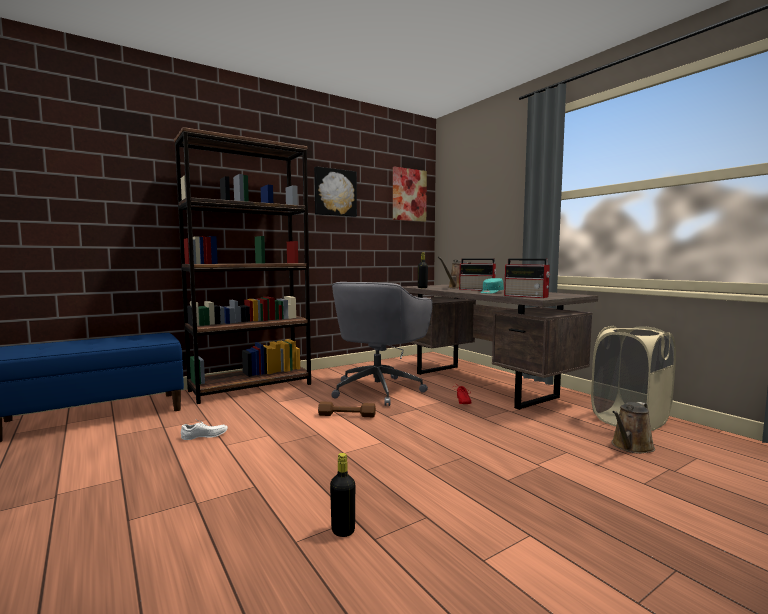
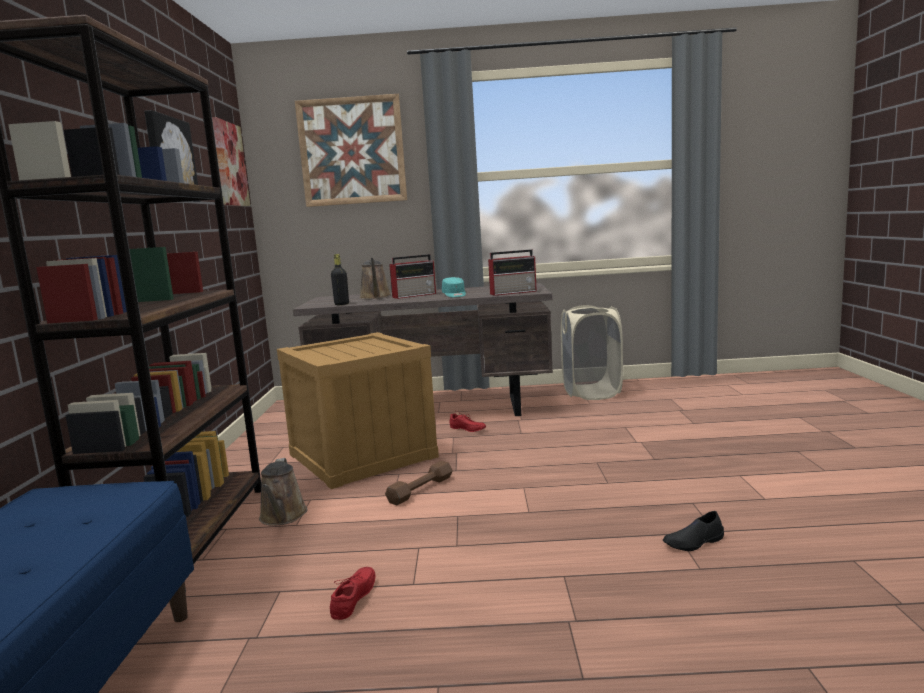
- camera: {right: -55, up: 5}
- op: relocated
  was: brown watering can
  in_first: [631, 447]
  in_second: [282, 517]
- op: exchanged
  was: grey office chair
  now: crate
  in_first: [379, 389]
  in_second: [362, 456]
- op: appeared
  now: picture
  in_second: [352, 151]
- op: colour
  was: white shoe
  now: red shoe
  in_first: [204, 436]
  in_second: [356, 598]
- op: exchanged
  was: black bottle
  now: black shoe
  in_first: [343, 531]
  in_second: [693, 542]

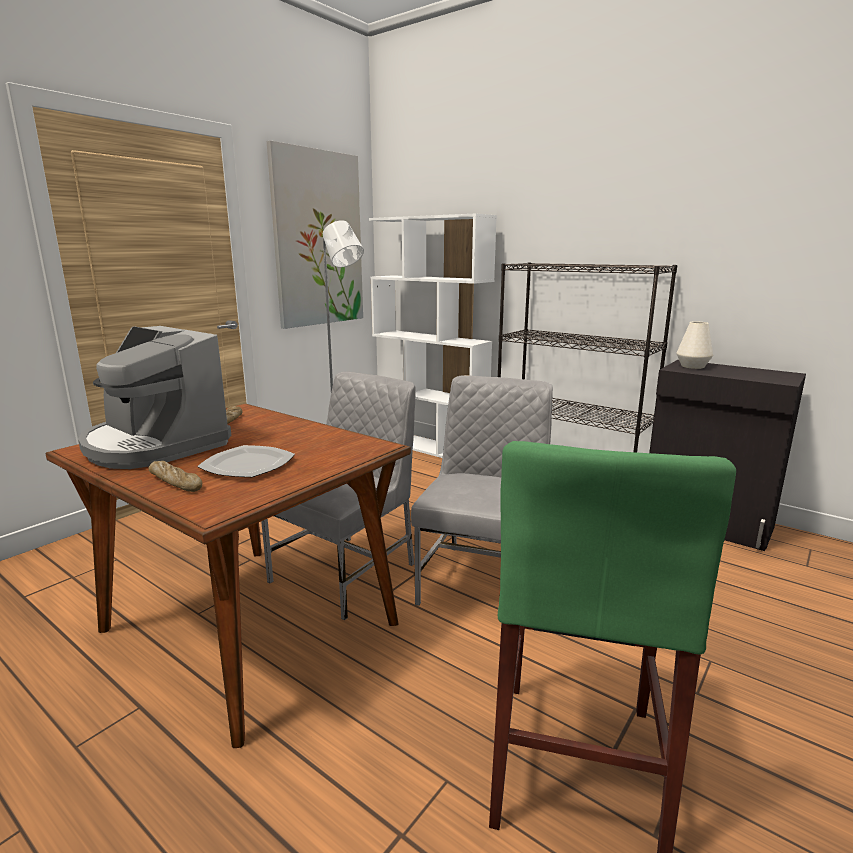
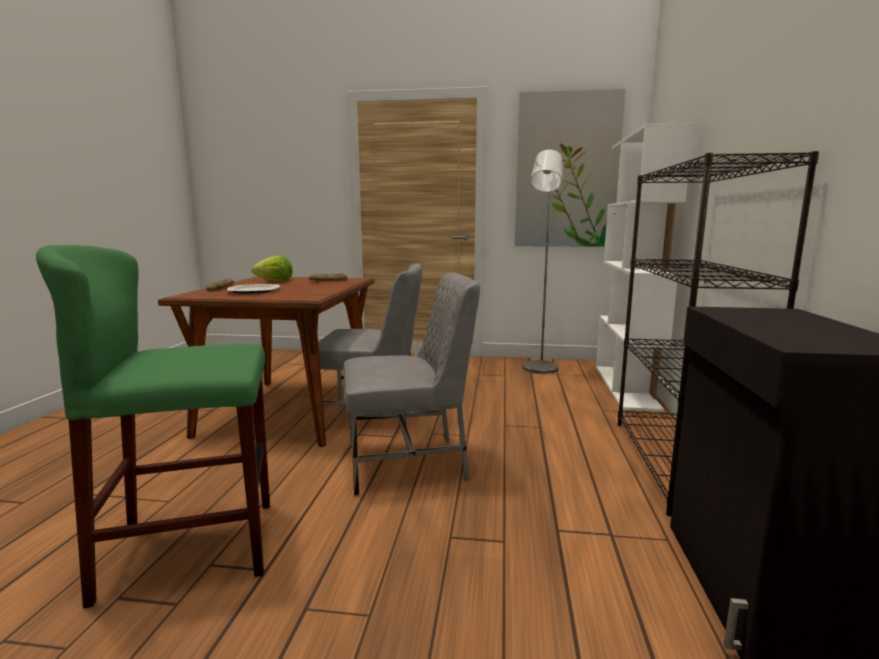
- camera: {right: 60, up: -5}
- op: exchanged
  was: coffee machine
  now: lettuce
  in_first: [154, 445]
  in_second: [274, 281]
- op: missing
  was: white vase
  in_first: [692, 366]

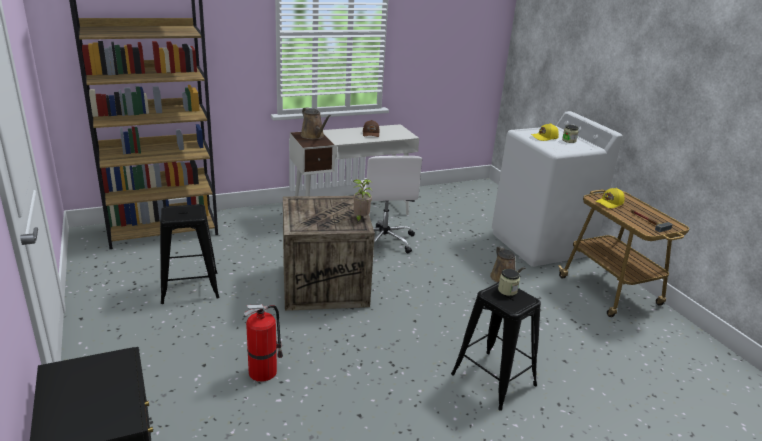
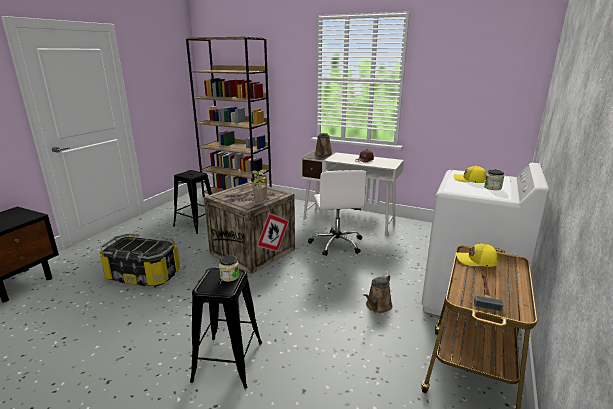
- camera: {right: 50, up: -5}
- op: exchanged
  was: fire extinguisher
  now: storage box
  in_first: [264, 371]
  in_second: [144, 275]
- op: spun
  was: white office chair
  in_first: [383, 241]
  in_second: [336, 244]
  clockwise: -45

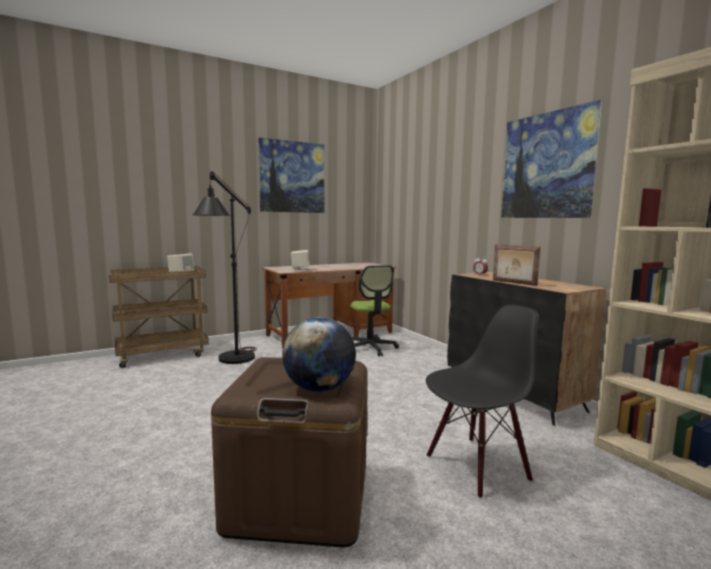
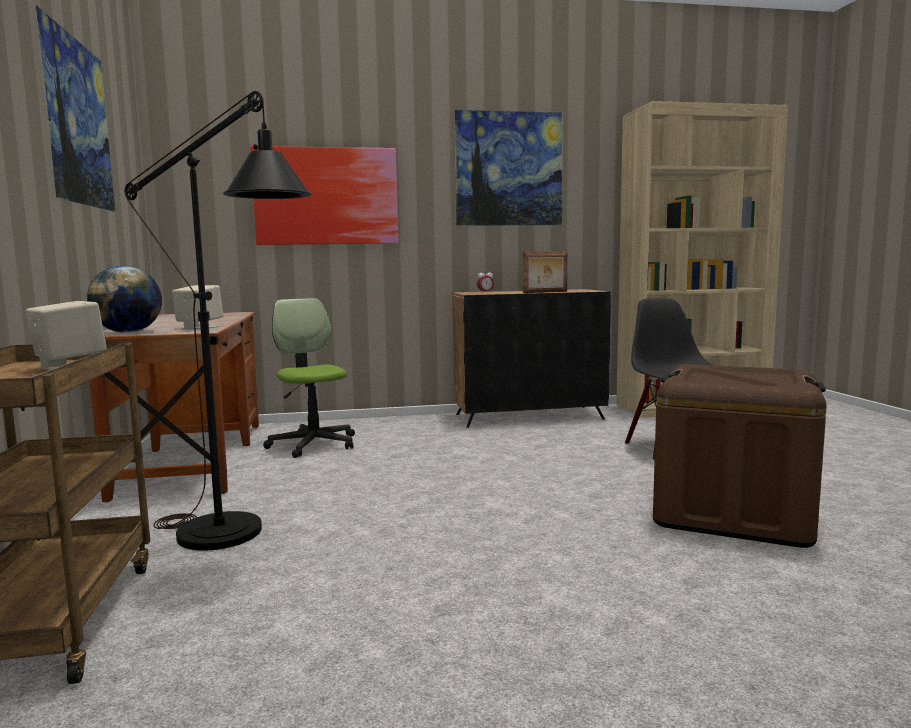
- camera: {right: -70, up: 0}
- op: relocated
  was: globe
  in_first: [319, 389]
  in_second: [128, 332]
- op: appeared
  now: picture
  in_second: [326, 196]
- op: spun
  was: office chair
  in_first: [370, 348]
  in_second: [313, 444]
  clockwise: -120

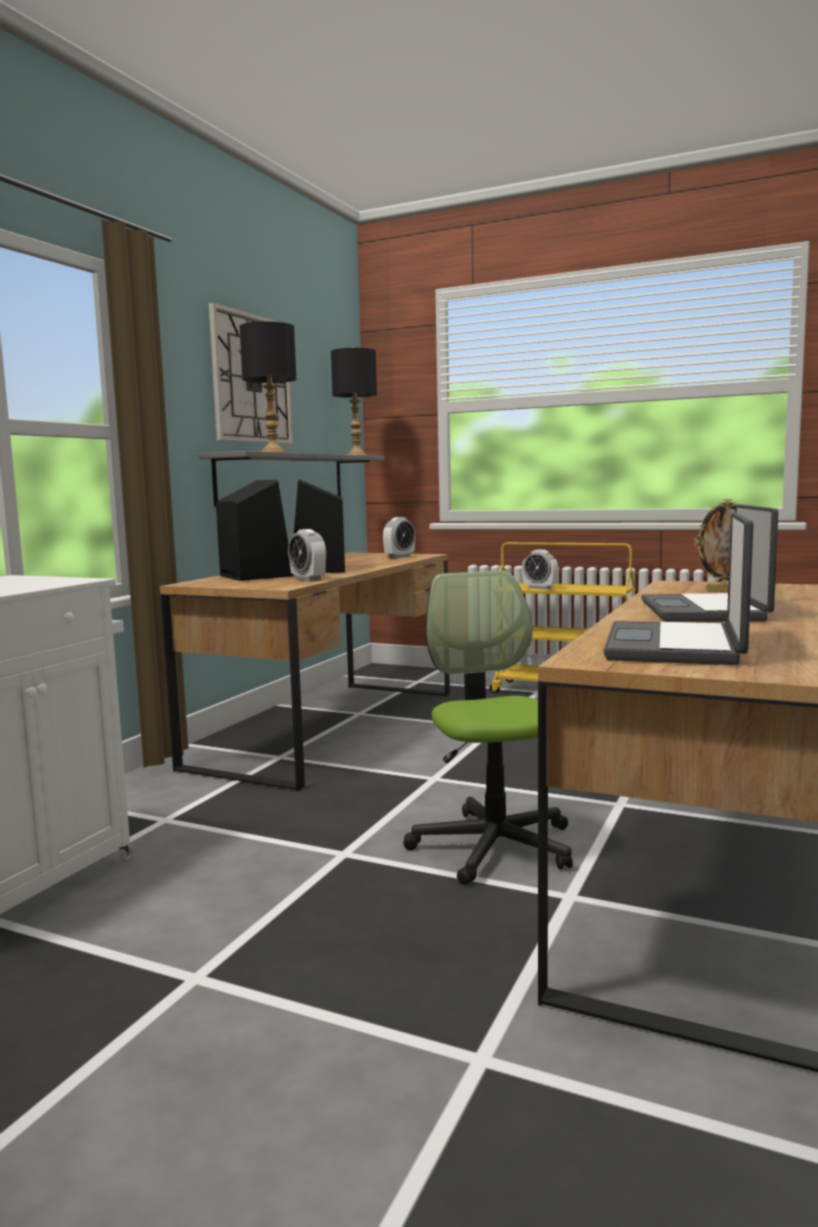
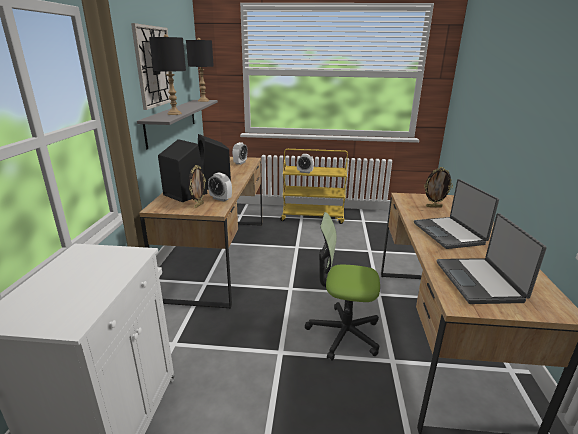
- camera: {right: -20, up: 15}
- op: appeared
  now: picture frame
  in_second: [198, 205]
- op: spun
  was: office chair
  in_first: [493, 846]
  in_second: [343, 333]
  clockwise: -45

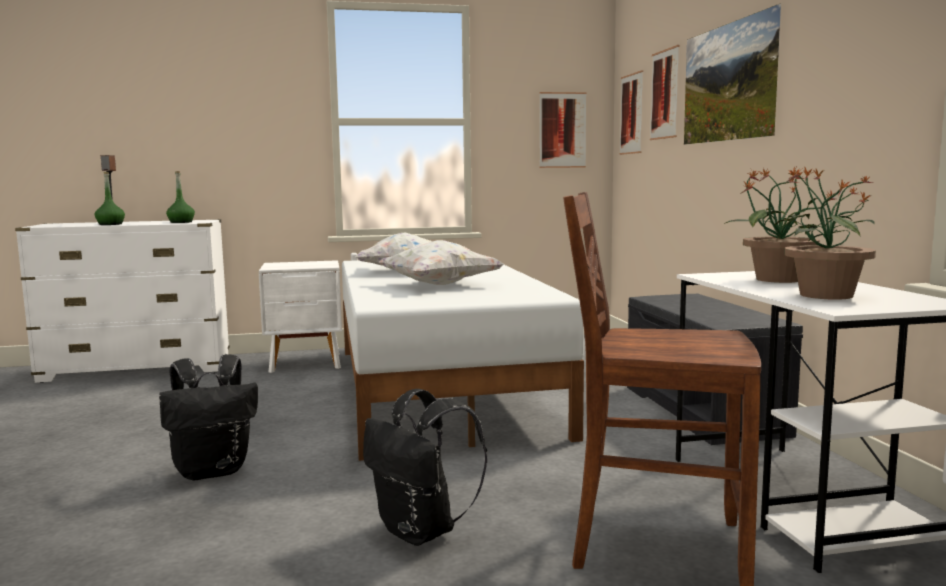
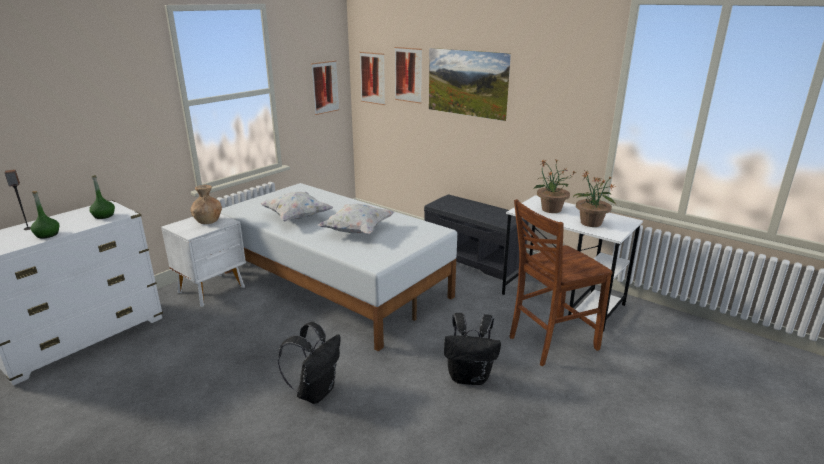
- camera: {right: -40, up: 15}
- op: appeared
  now: brown vase
  in_second: [208, 221]

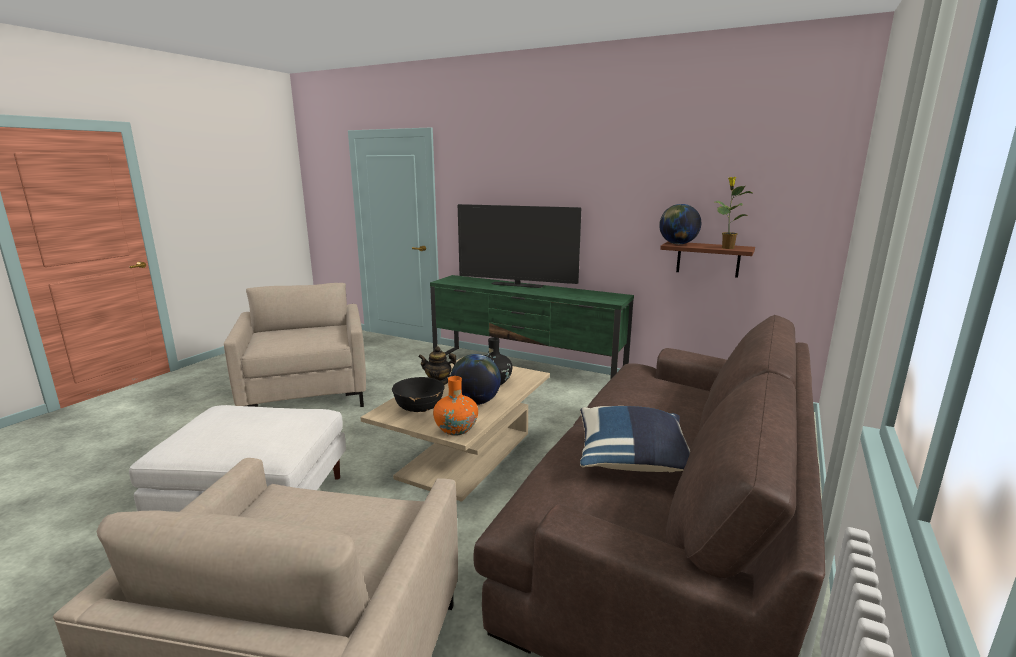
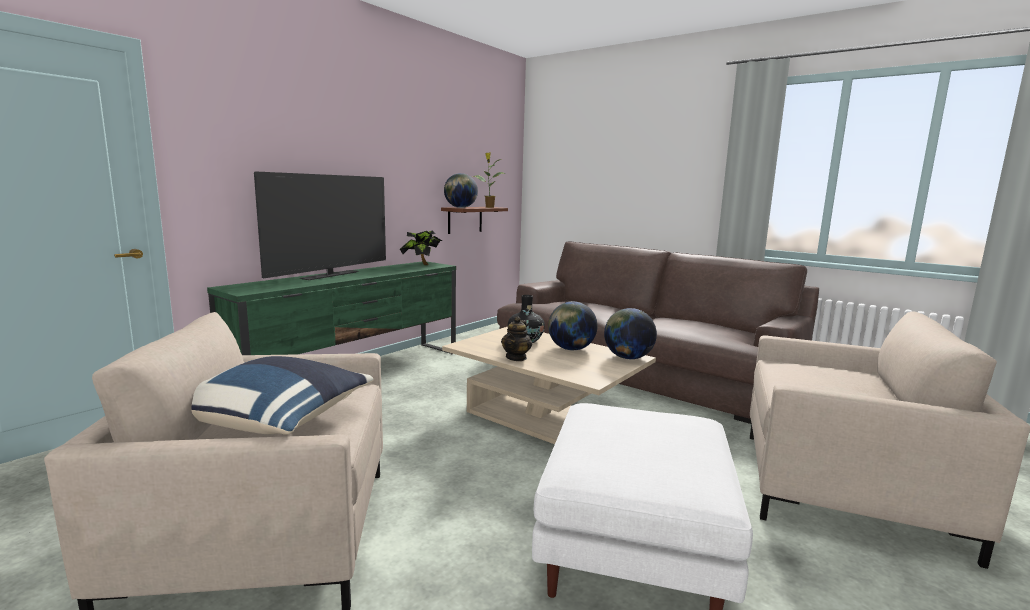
- camera: {right: -80, up: -5}
- op: relocated
  was: blue pillow
  in_first: [633, 459]
  in_second: [279, 420]
- op: appeared
  now: potted plant
  in_second: [422, 265]
- op: exchanged
  was: orange vase
  now: globe
  in_first: [456, 429]
  in_second: [627, 358]
- op: missing
  was: black bowl
  in_first: [419, 408]

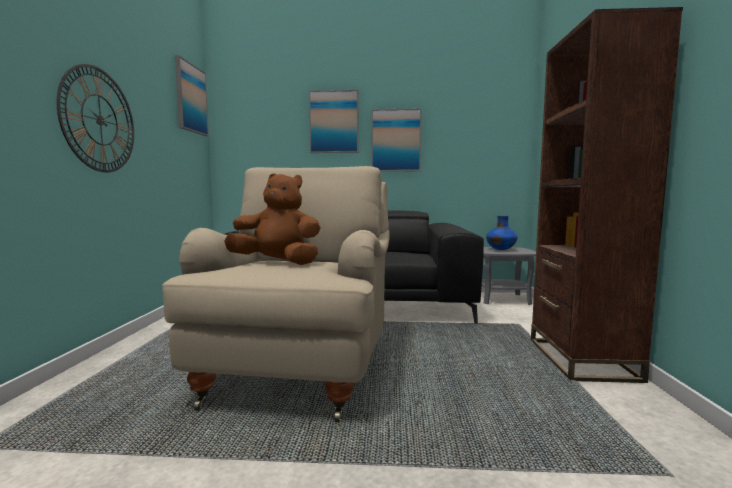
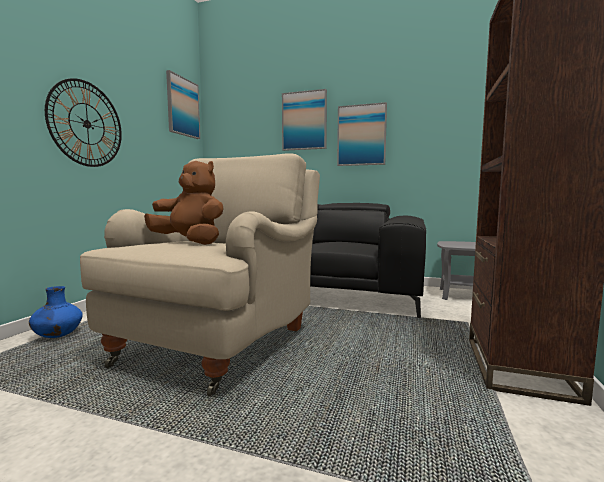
- camera: {right: 15, up: 0}
- op: relocated
  was: blue vase
  in_first: [501, 249]
  in_second: [57, 336]

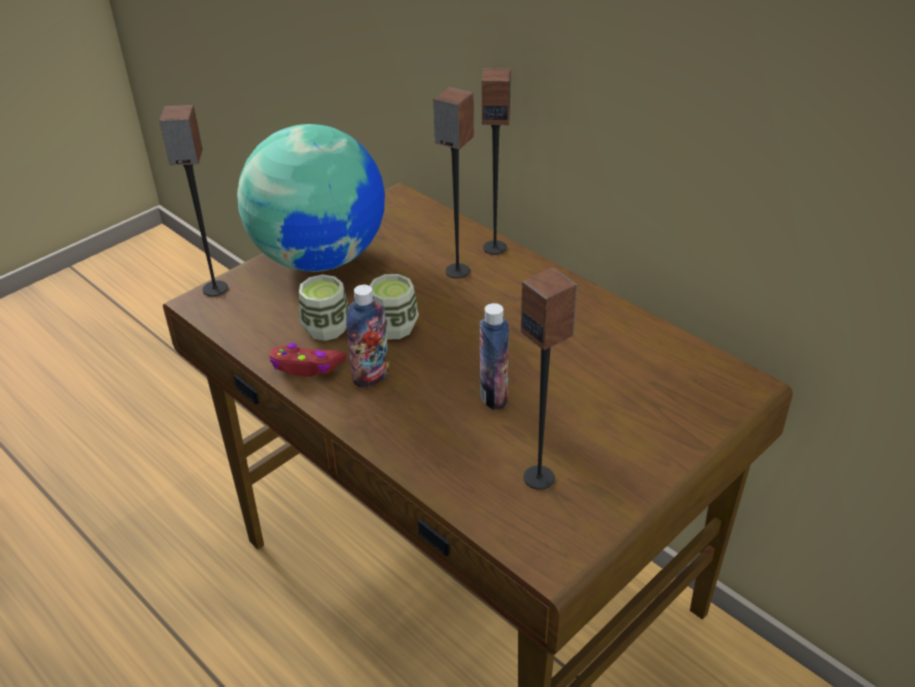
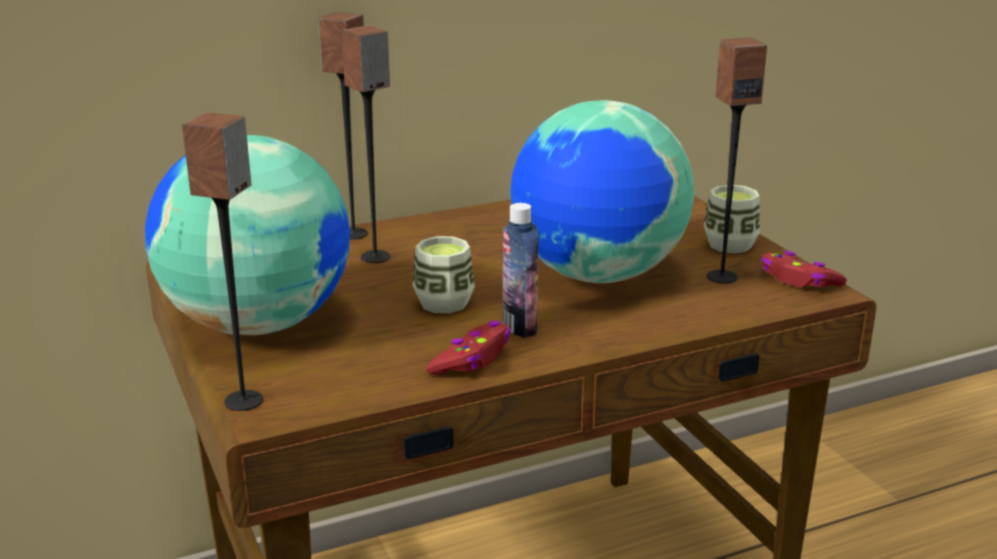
- camera: {right: -70, up: -15}
- op: exchanged
  was: bottle
  now: globe
  in_first: [493, 396]
  in_second: [597, 275]
- op: relocated
  was: cup
  in_first: [326, 328]
  in_second: [729, 245]
- op: appeared
  now: red game controller
  in_second: [799, 281]

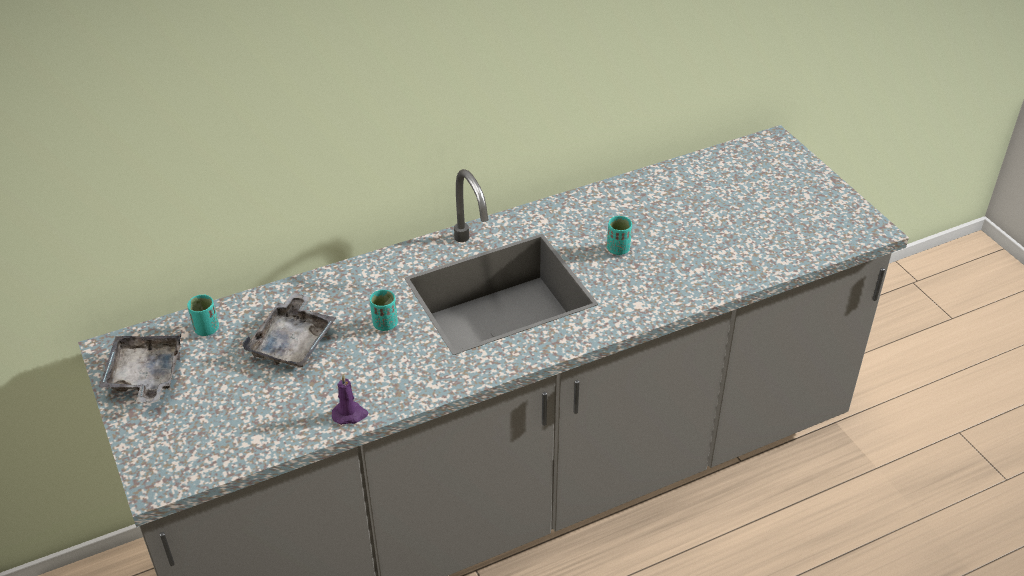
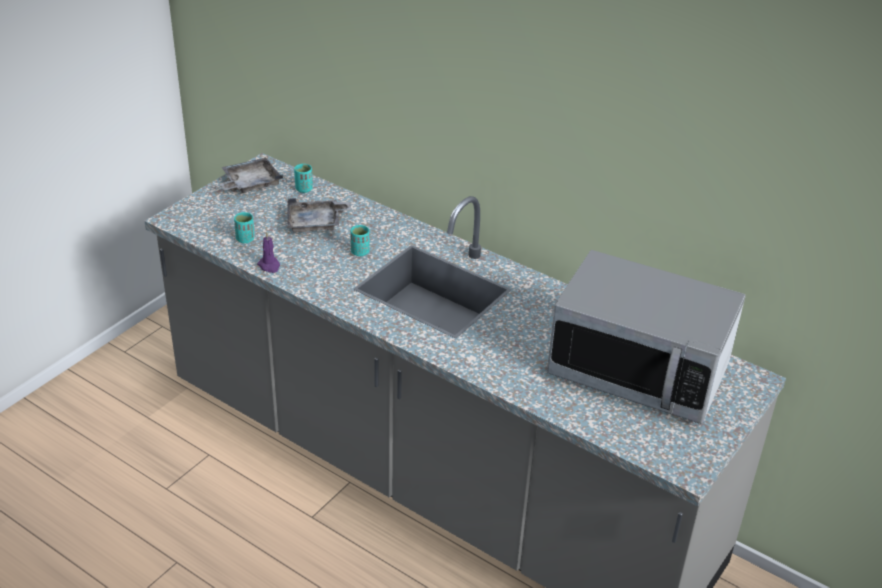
- camera: {right: 60, up: -5}
- op: relocated
  was: turquoise cup
  in_first: [618, 249]
  in_second: [245, 239]
- op: appeared
  now: microwave
  in_second: [638, 371]

